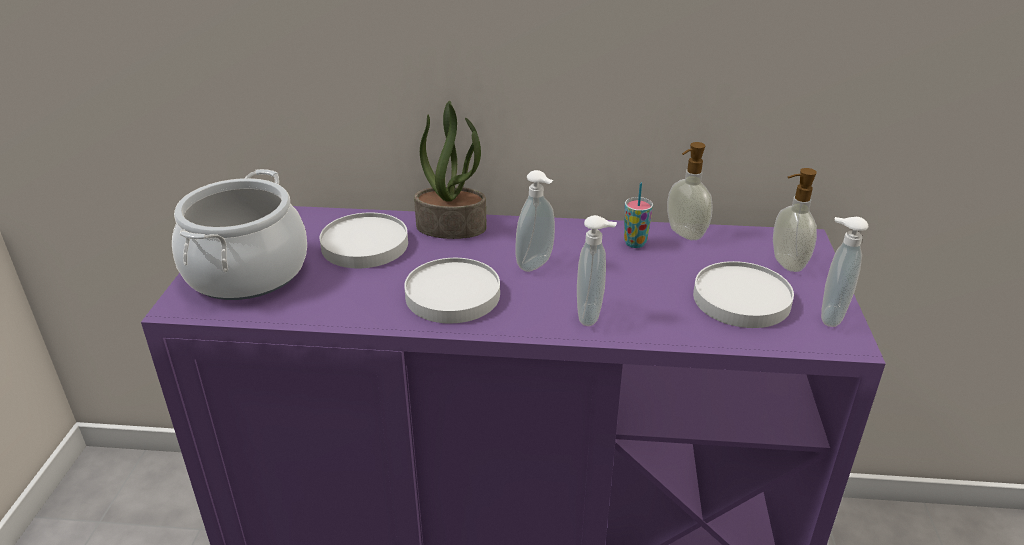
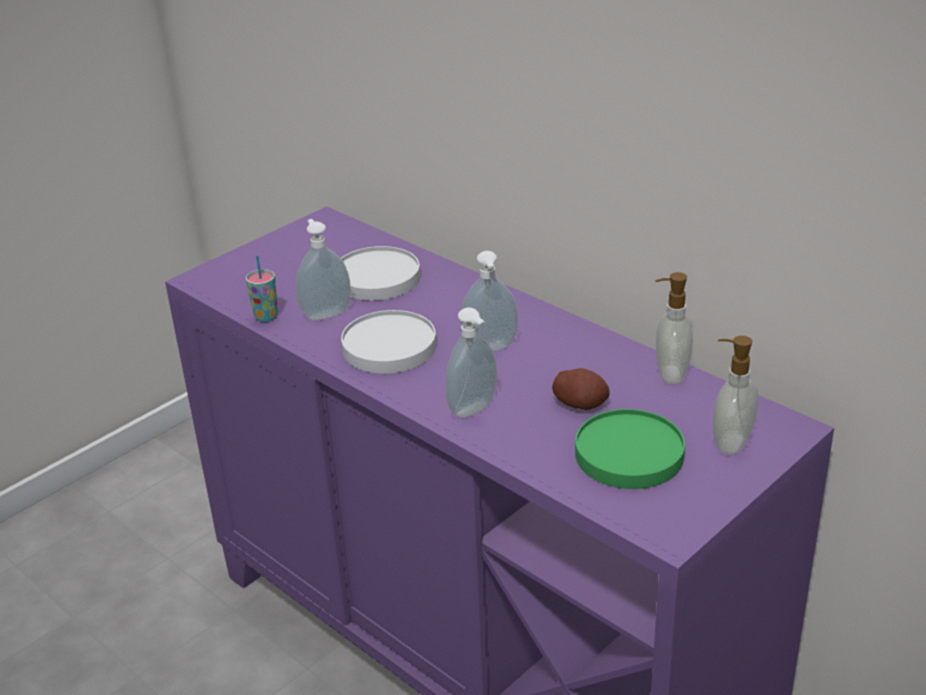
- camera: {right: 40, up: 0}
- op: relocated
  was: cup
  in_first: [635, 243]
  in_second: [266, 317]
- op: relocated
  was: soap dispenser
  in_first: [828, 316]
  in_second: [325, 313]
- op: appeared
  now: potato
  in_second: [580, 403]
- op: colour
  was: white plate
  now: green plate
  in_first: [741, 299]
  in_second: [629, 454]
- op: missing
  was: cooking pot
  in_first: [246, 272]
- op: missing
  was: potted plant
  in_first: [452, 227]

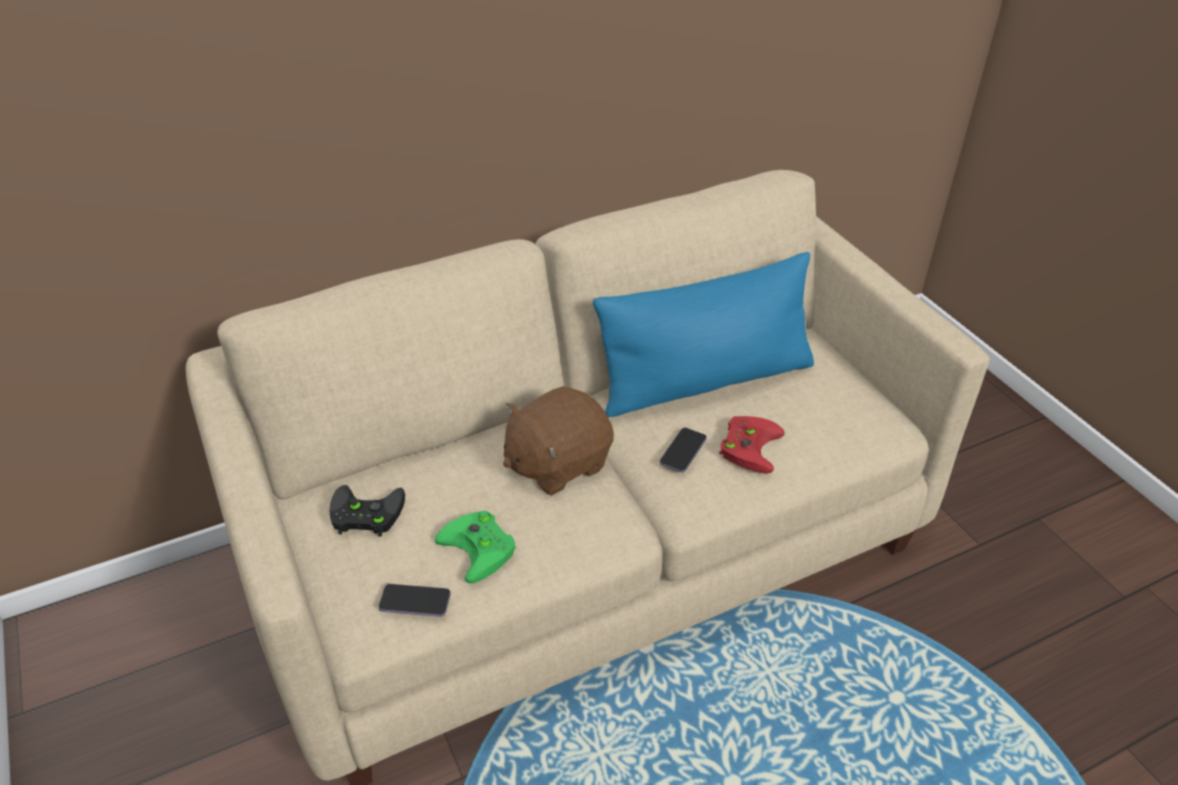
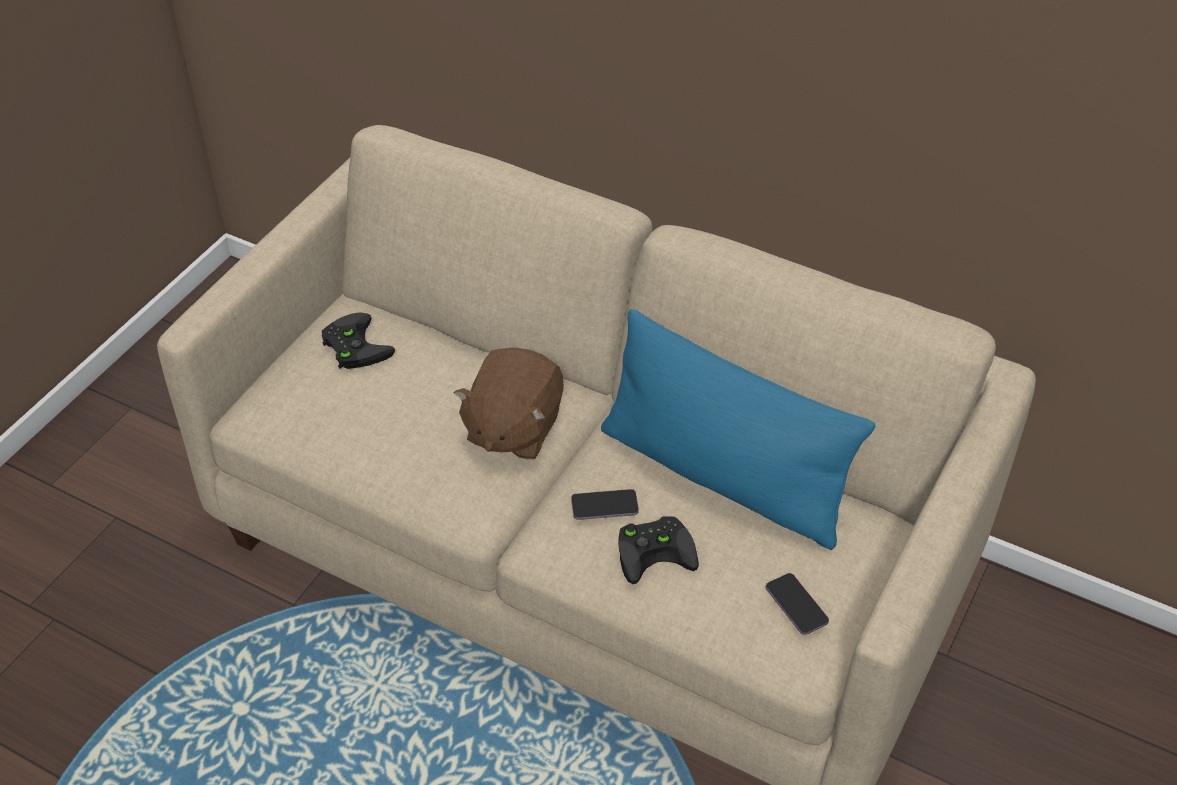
- camera: {right: 55, up: 5}
- op: spun
  was: brown plush toy
  in_first: [557, 463]
  in_second: [512, 428]
  clockwise: -90
- op: colour
  was: red game controller
  now: black game controller
  in_first: [748, 445]
  in_second: [656, 550]
- op: relocated
  was: phone
  in_first: [415, 602]
  in_second: [796, 605]
- op: missing
  was: green game controller
  in_first: [481, 549]

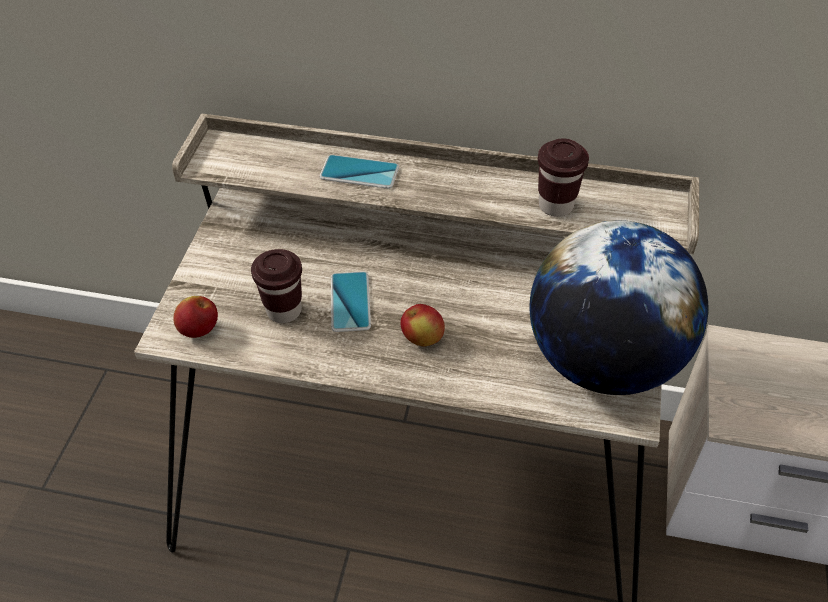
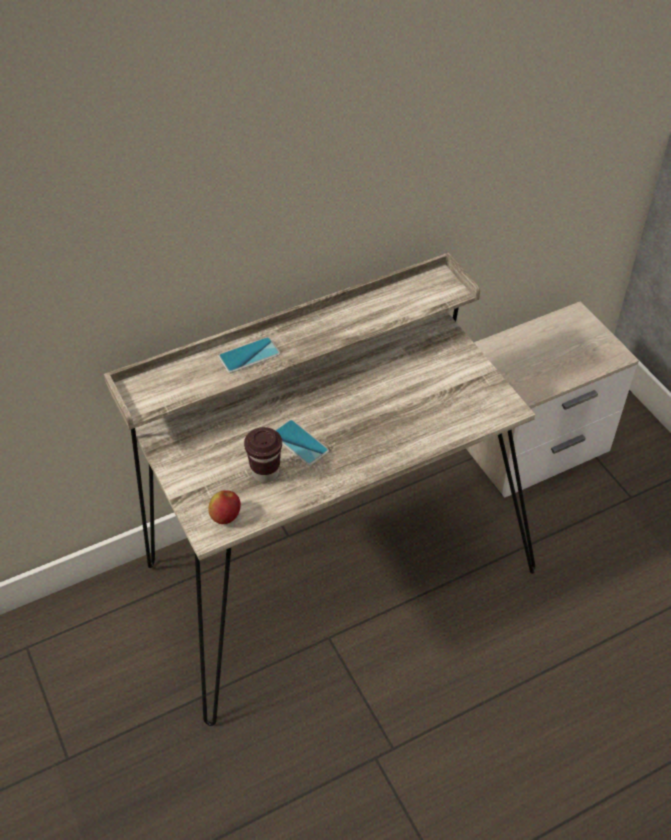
- camera: {right: -40, up: 0}
- op: missing
  was: apple
  in_first: [422, 338]
- op: missing
  was: globe
  in_first: [603, 360]
- op: missing
  was: brown cup
  in_first: [556, 205]

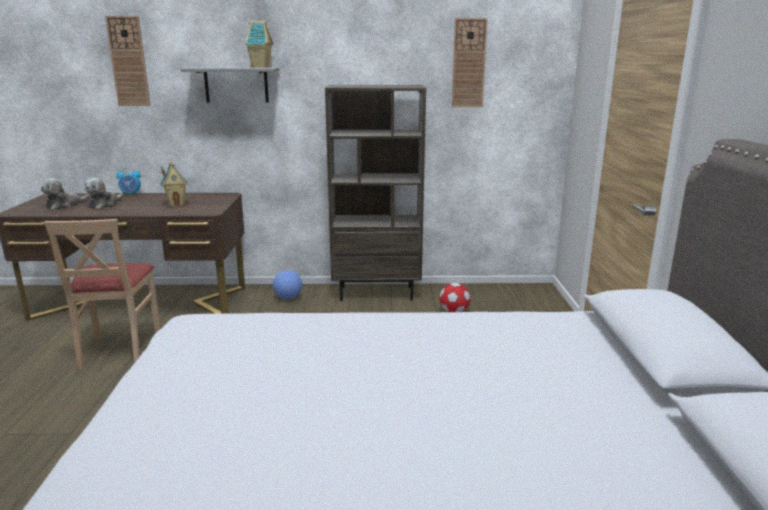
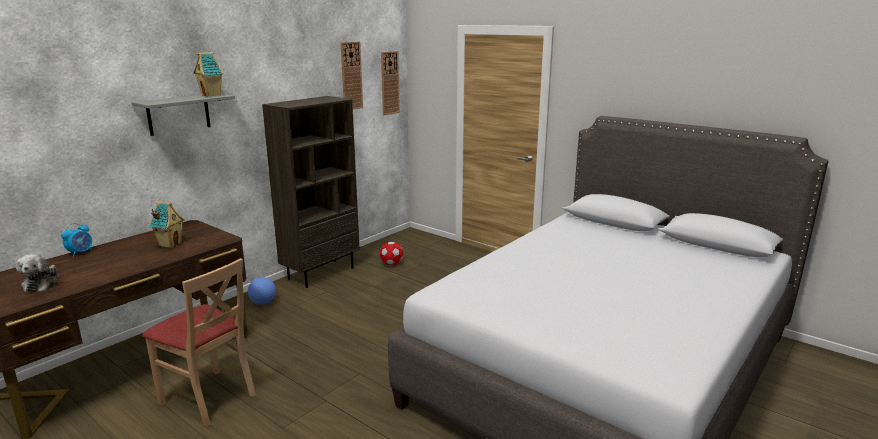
- camera: {right: -50, up: 0}
- op: relocated
  was: wall clock
  in_first: [128, 62]
  in_second: [389, 83]
- op: missing
  was: plush toy
  in_first: [105, 205]

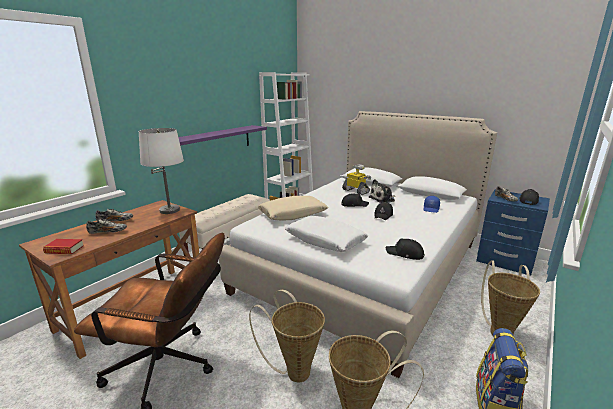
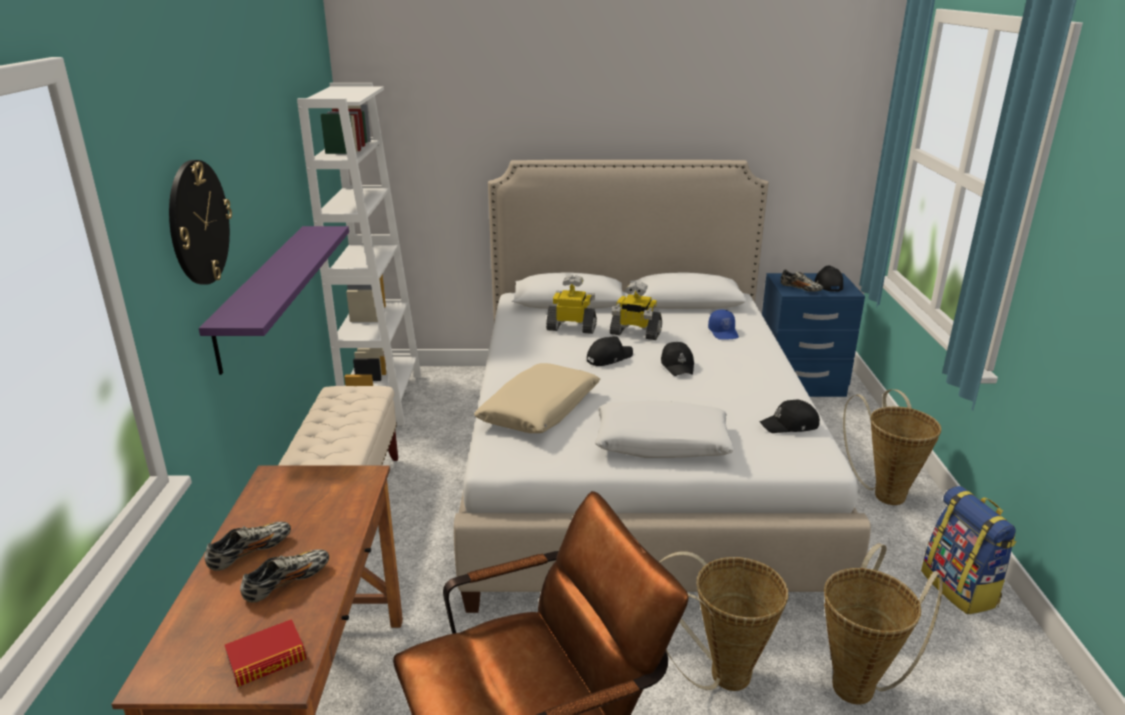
- camera: {right: -35, up: 5}
- op: appeared
  now: wall clock
  in_second: [198, 223]
- op: exchanged
  was: plush toy
  now: toy robot
  in_first: [383, 199]
  in_second: [635, 333]
- op: missing
  was: white table lamp
  in_first: [169, 210]

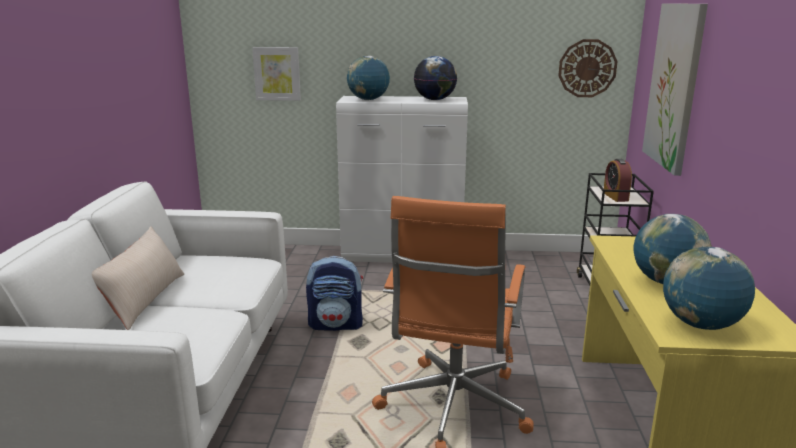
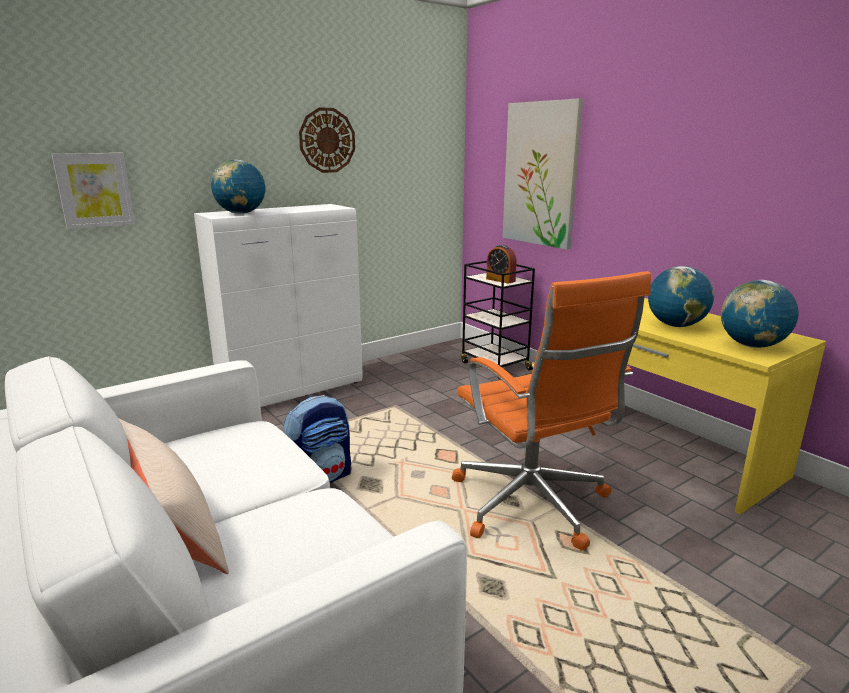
- camera: {right: -40, up: 0}
- op: relocated
  was: wall clock
  in_first: [587, 68]
  in_second: [327, 140]
- op: missing
  was: globe
  in_first: [435, 100]

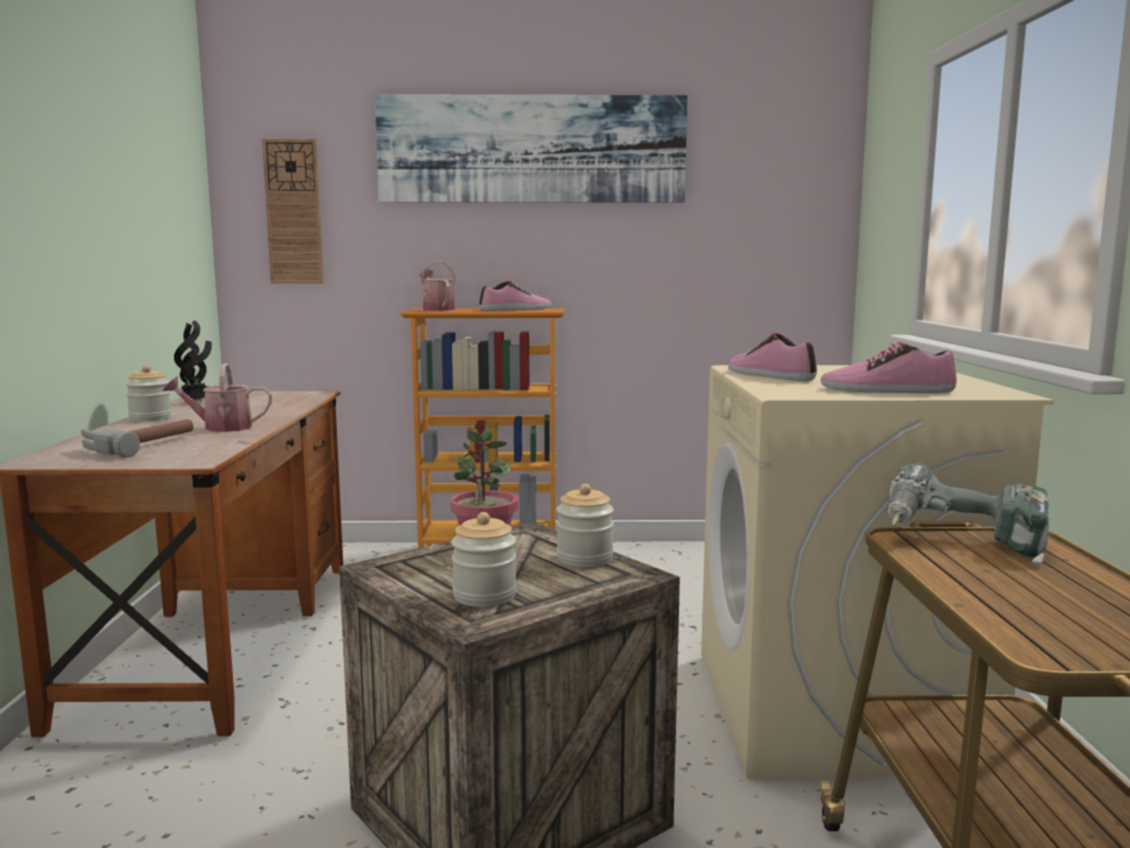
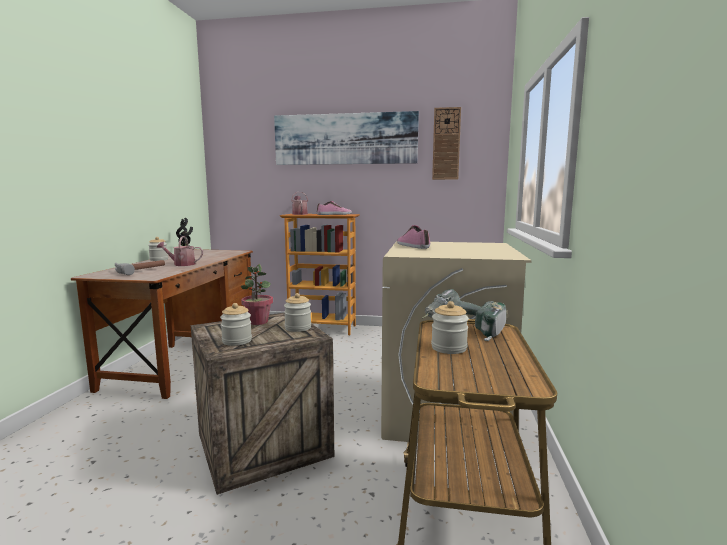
- camera: {right: 10, up: 0}
- op: appeared
  now: jar
  in_second: [449, 348]
- op: relocated
  was: wall clock
  in_first: [294, 212]
  in_second: [446, 144]
- op: missing
  was: shoe
  in_first: [886, 390]

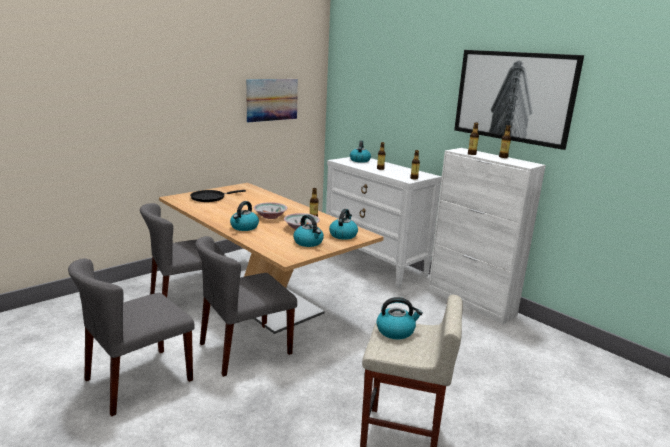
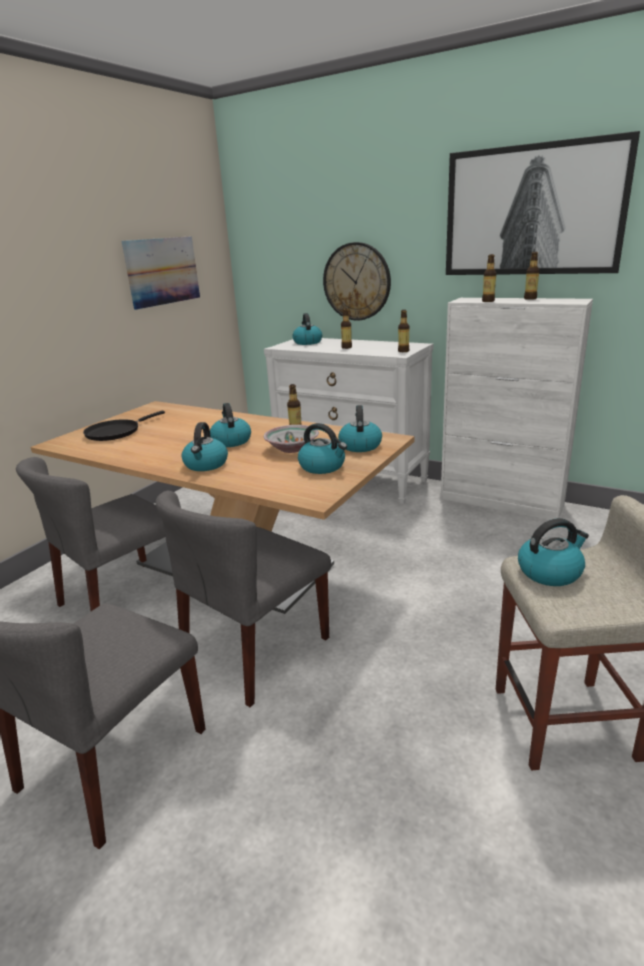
- camera: {right: -15, up: 5}
- op: exchanged
  was: bowl
  now: kettle
  in_first: [270, 216]
  in_second: [231, 441]
- op: appeared
  now: wall clock
  in_second: [357, 282]

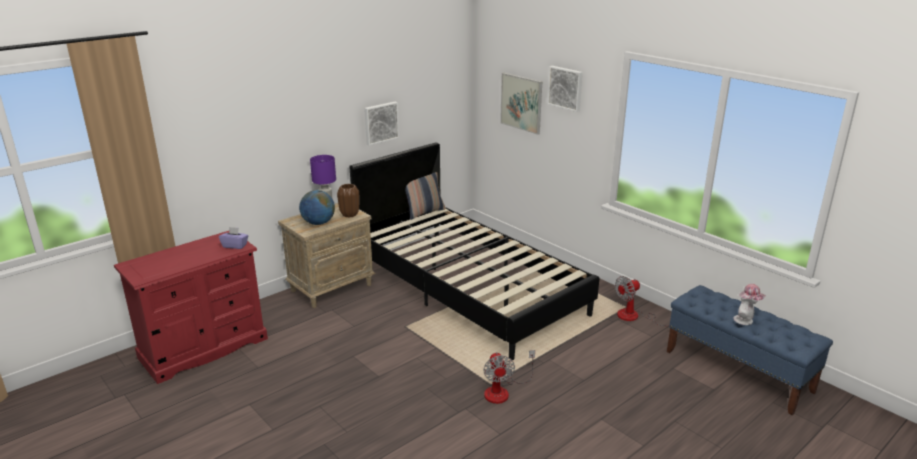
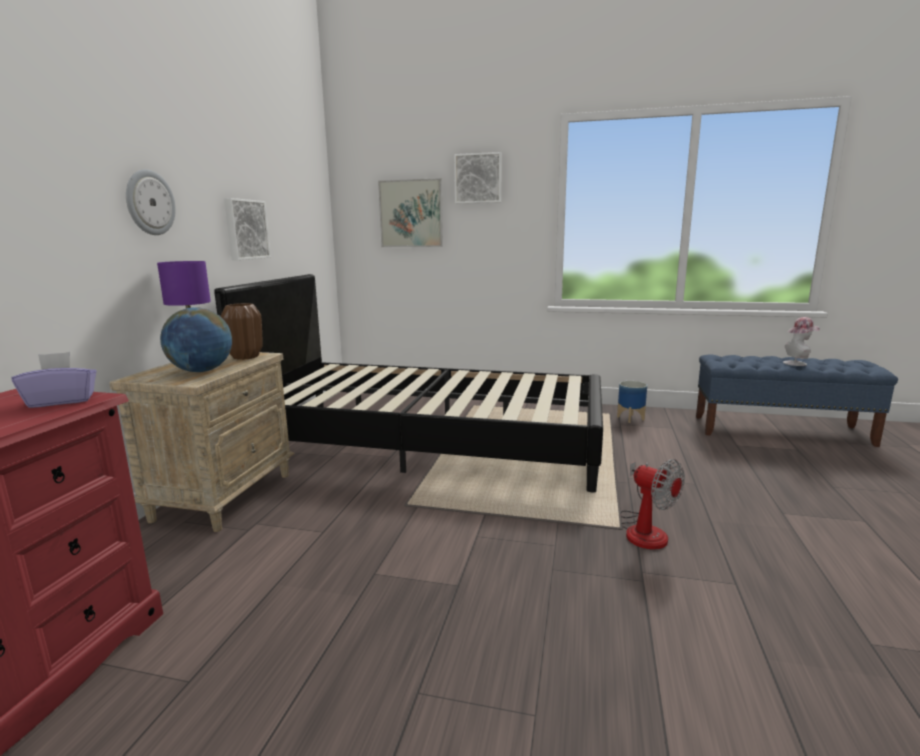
- camera: {right: -35, up: -10}
- op: appeared
  now: wall clock
  in_second: [149, 202]
- op: exchanged
  was: fan
  now: planter
  in_first: [636, 317]
  in_second: [631, 418]
- op: missing
  was: pillow
  in_first: [424, 212]

